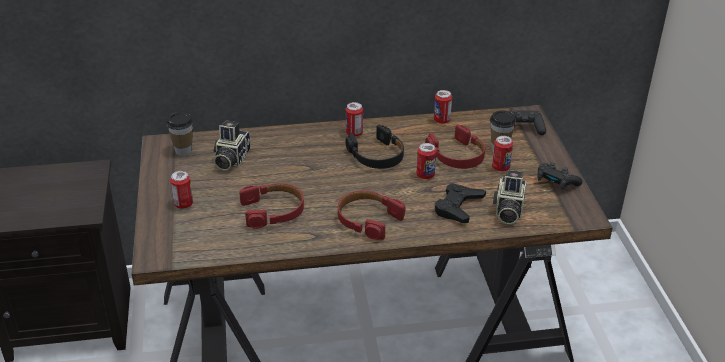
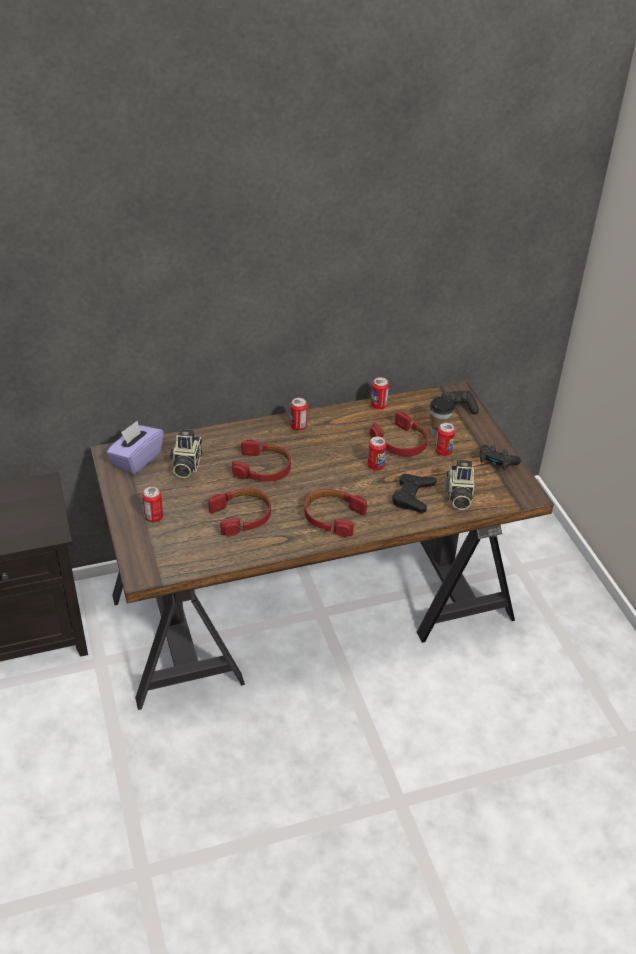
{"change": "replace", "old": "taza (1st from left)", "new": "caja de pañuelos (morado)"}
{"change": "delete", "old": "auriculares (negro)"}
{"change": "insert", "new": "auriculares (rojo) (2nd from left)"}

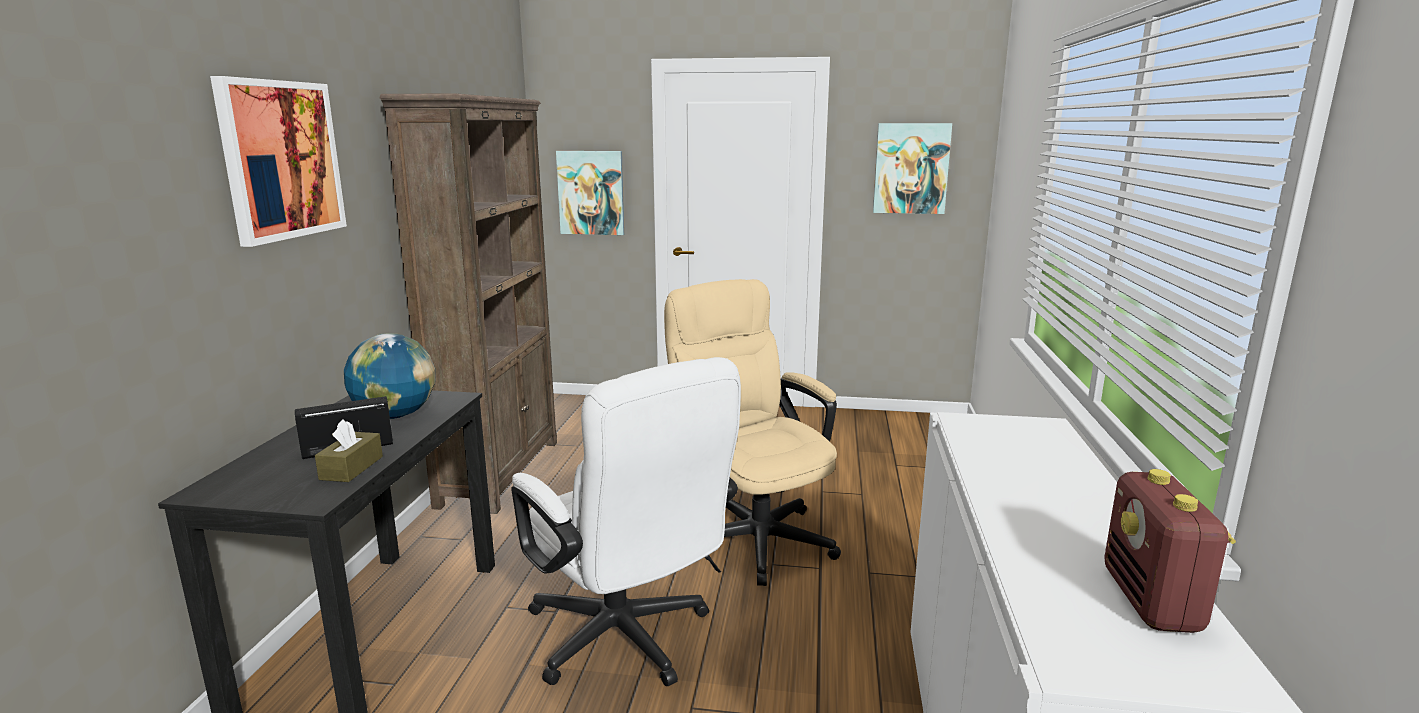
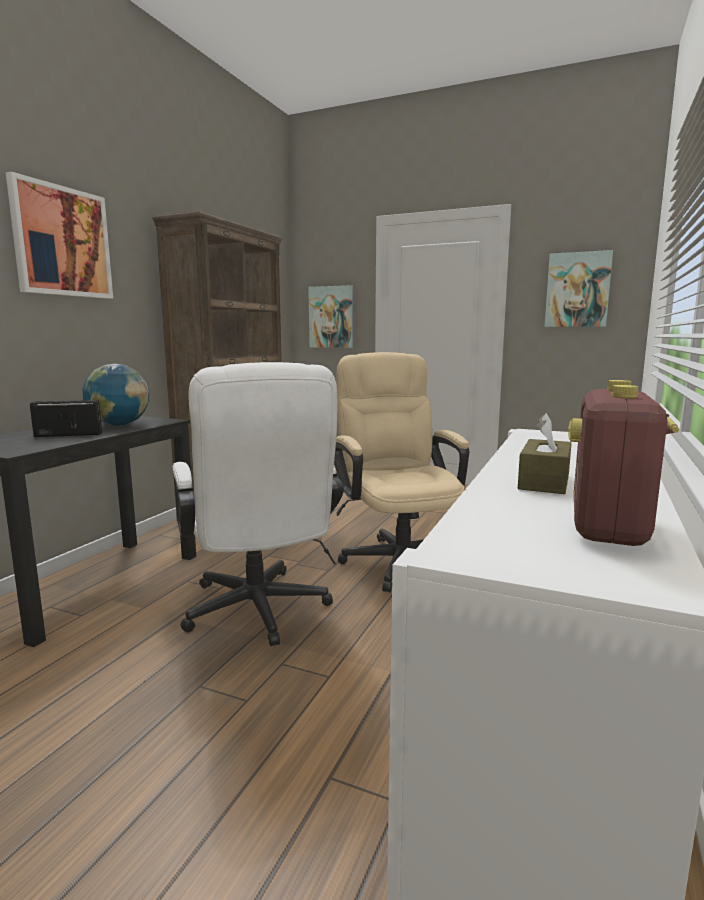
{"change": "move", "old": "caja de pañuelos (marrón)"}

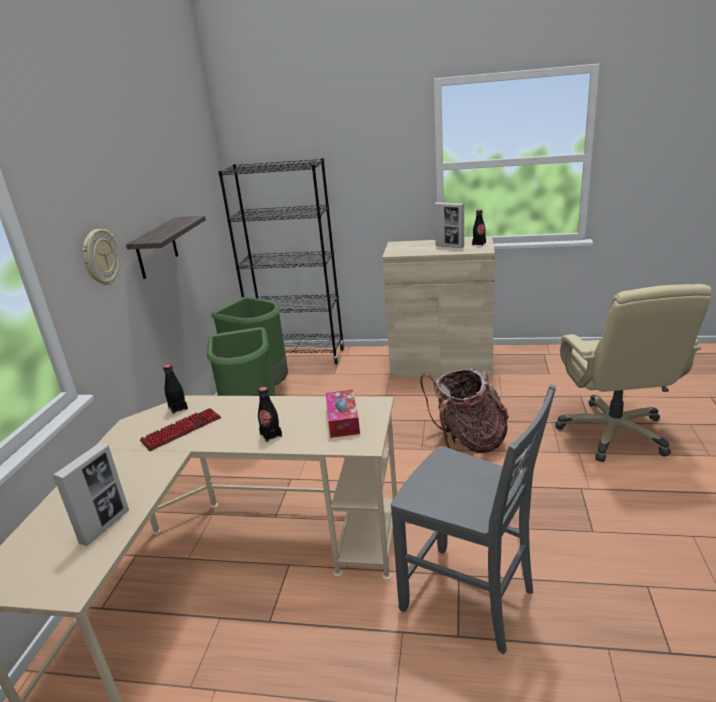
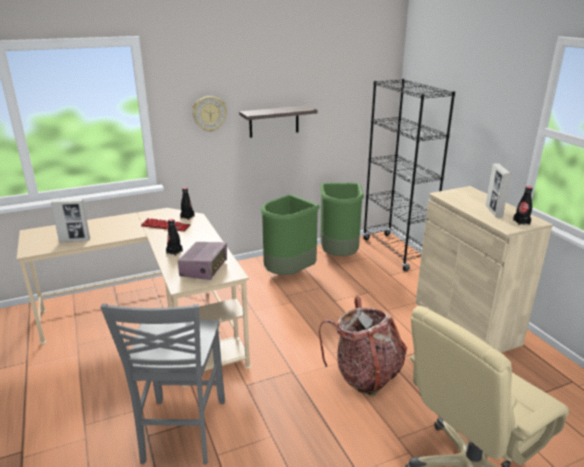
{"change": "replace", "old": "caja de pañuelos", "new": "radio"}

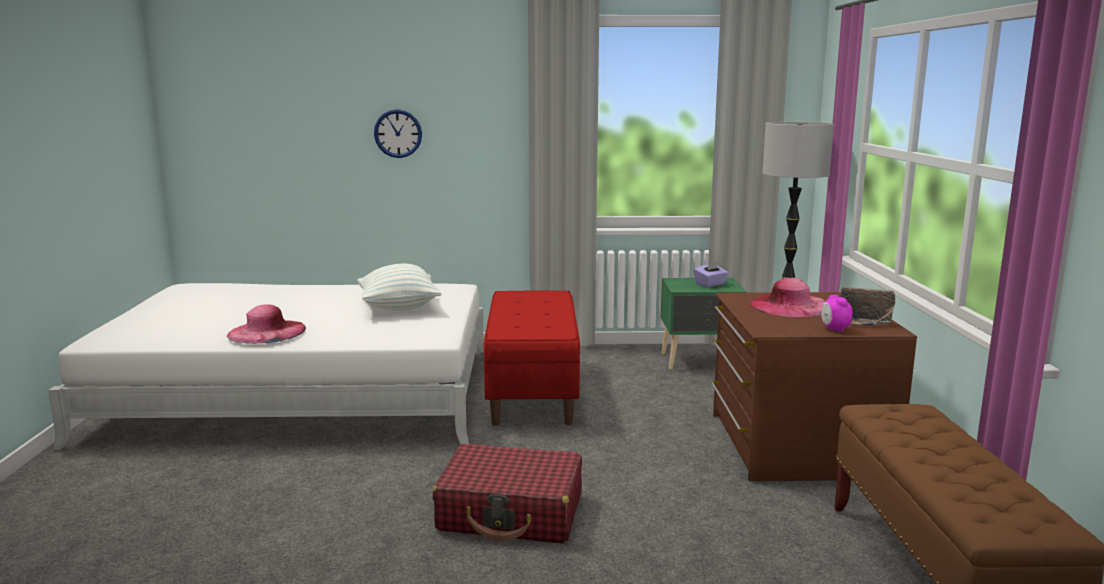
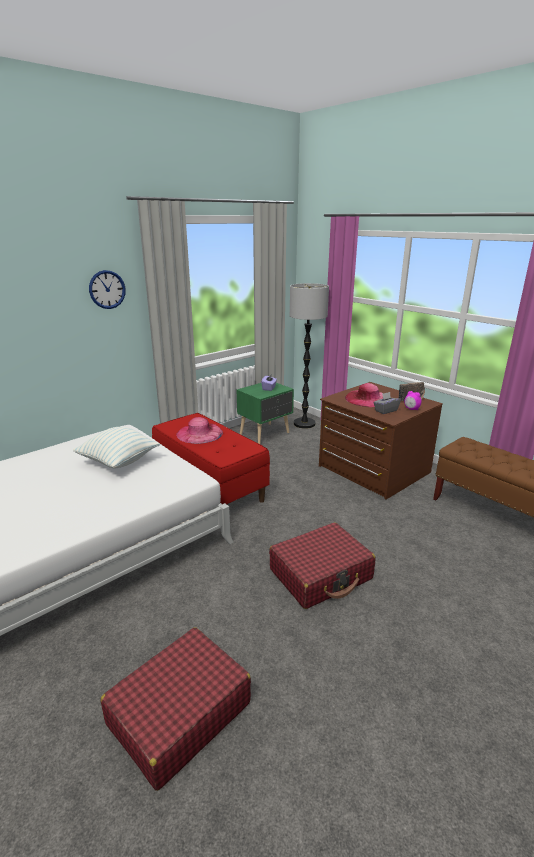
{"change": "move", "old": "sombrero (rosa) (1st from left)"}
{"change": "move", "old": "reloj de pared"}
{"change": "insert", "new": "maleta (rojo) (1st from left)"}
{"change": "insert", "new": "caja de pañuelos (gris)"}

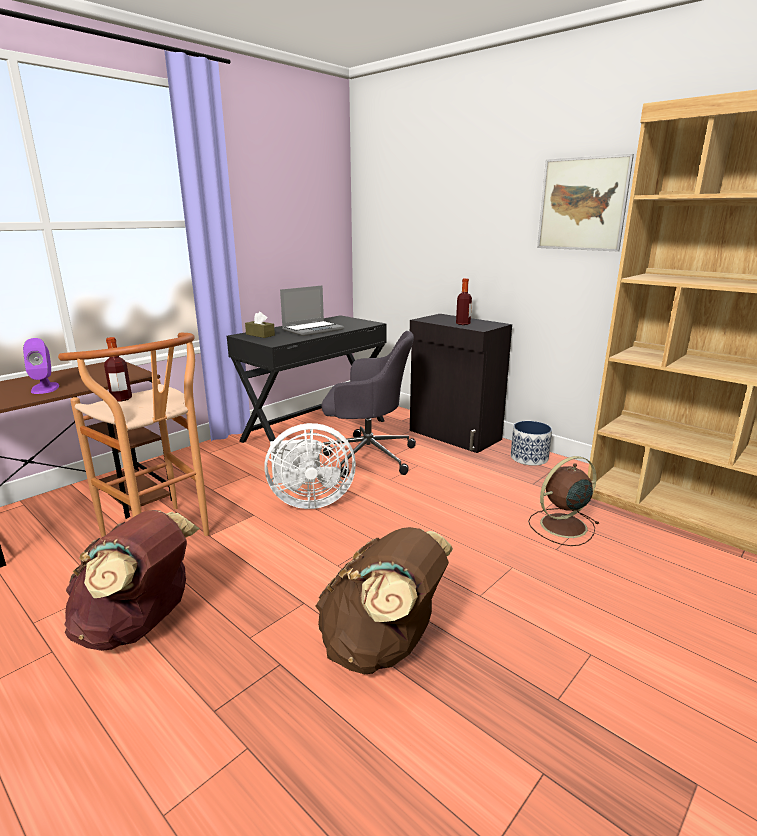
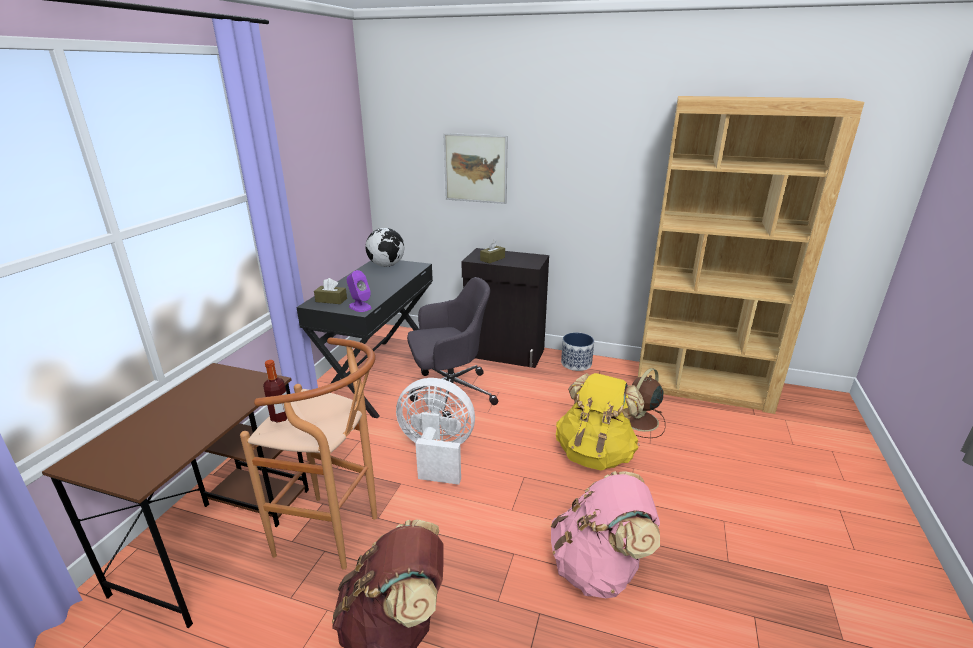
{"change": "move", "old": "altavoz (morado)"}
{"change": "rotate", "old": "ventilador (blanco)", "degrees": -135}
{"change": "delete", "old": "portátil"}
{"change": "recolor", "old": "mochila (marrón) (2nd from left)", "new": "mochila (rosa)"}
{"change": "delete", "old": "botella (2nd from left)"}
{"change": "move", "old": "cuadro"}
{"change": "insert", "new": "globo terráqueo"}
{"change": "insert", "new": "caja de pañuelos (marrón) (2nd from left)"}
{"change": "insert", "new": "mochila (amarillo)"}

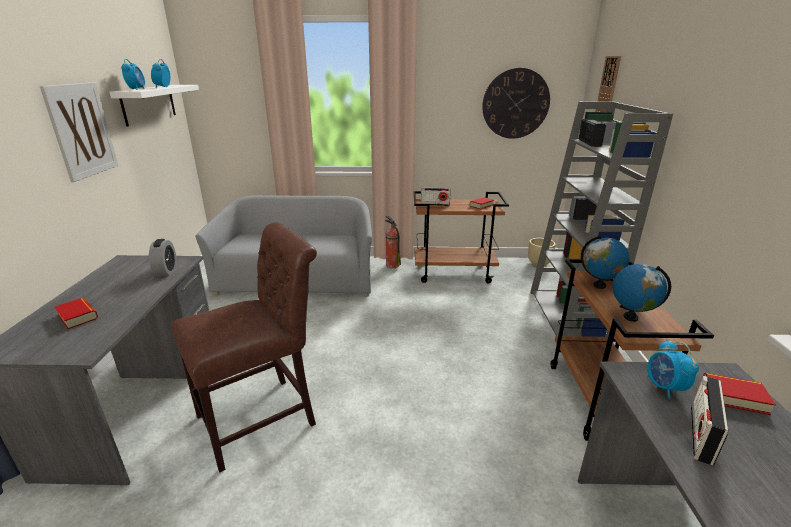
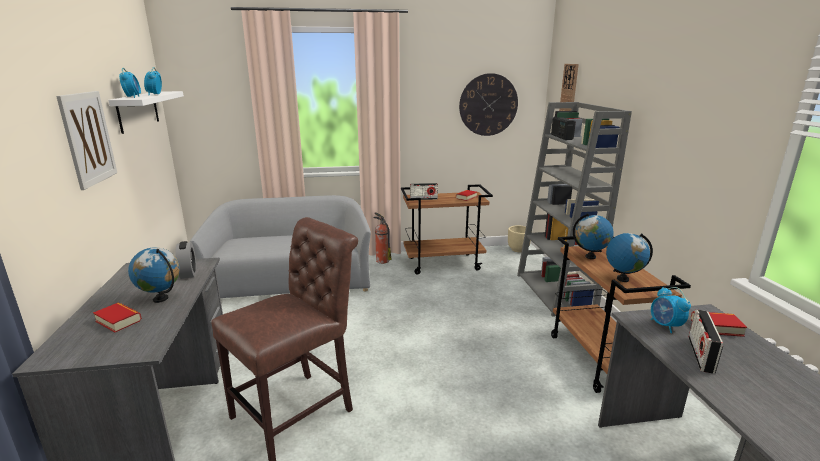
{"change": "insert", "new": "globo terráqueo (1st from left)"}

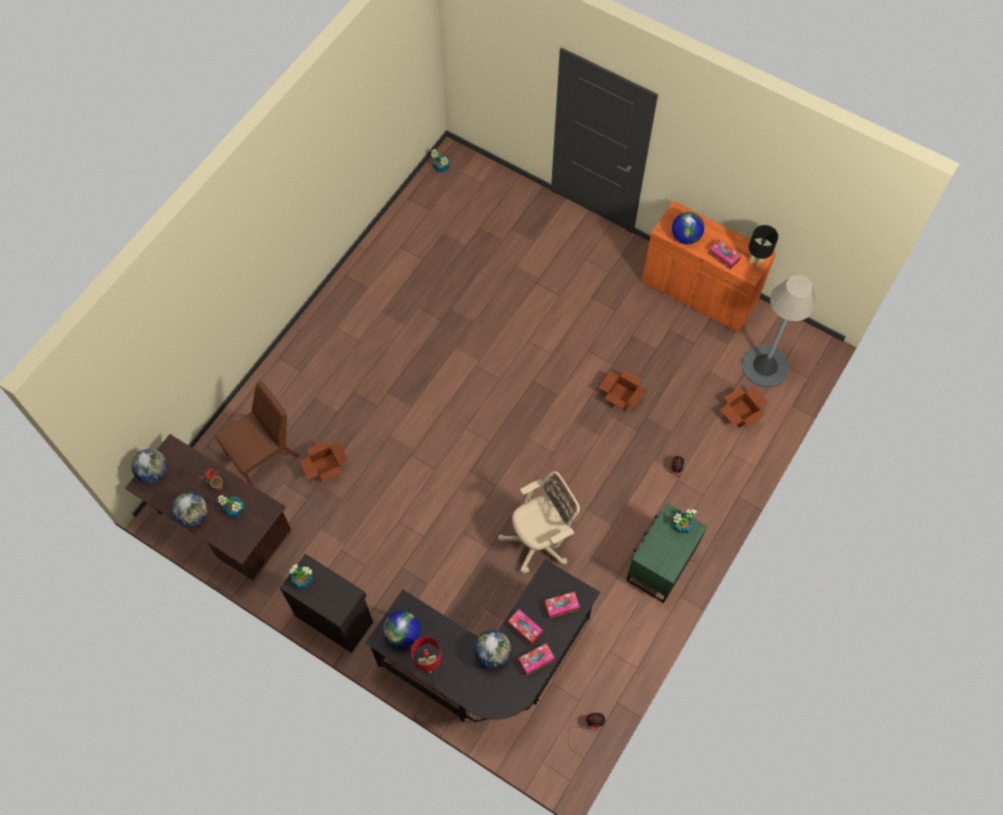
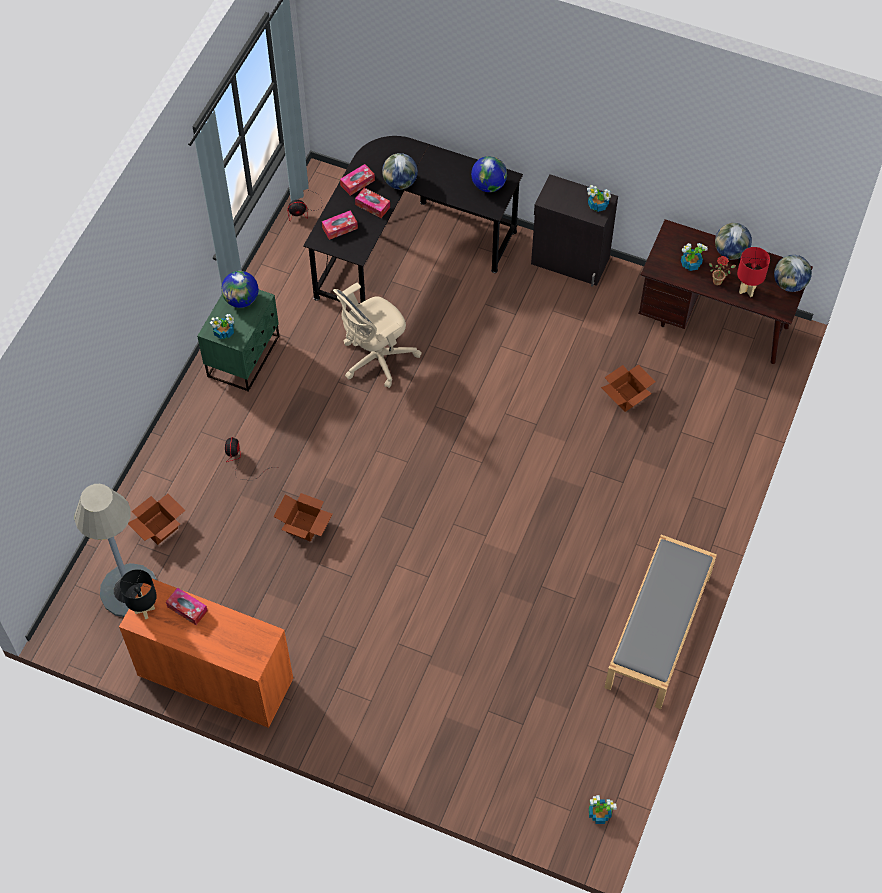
{"change": "delete", "old": "silla (marrón)"}
{"change": "move", "old": "lámpara de mesa (rojo)"}
{"change": "move", "old": "globo terráqueo (5th from left in the first image)", "new": "globo terráqueo (1st from left)"}
{"change": "insert", "new": "banco (gris)"}

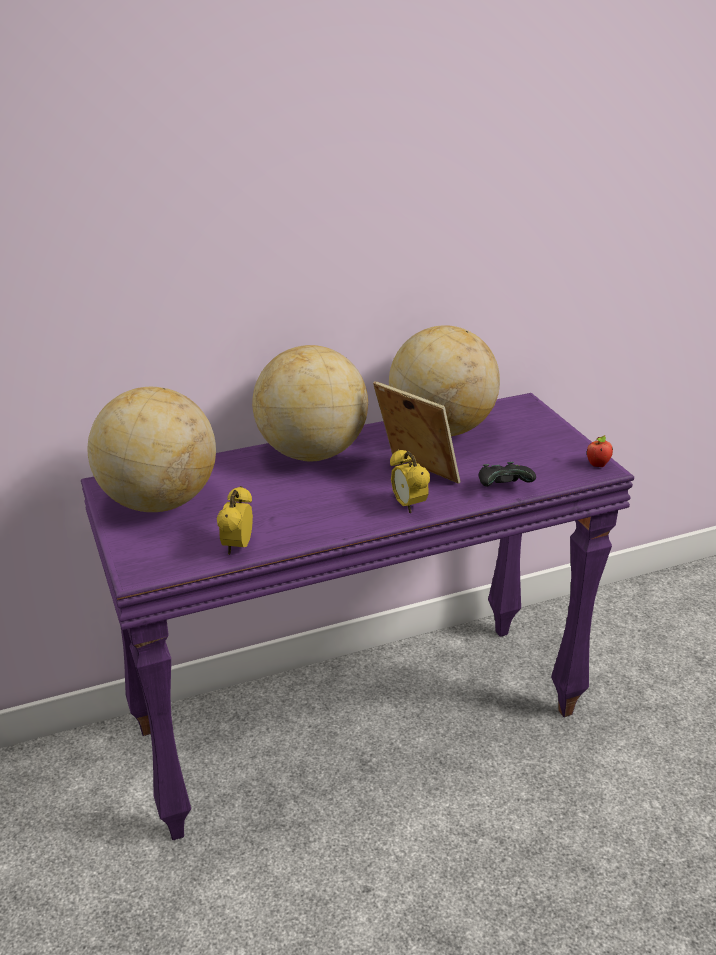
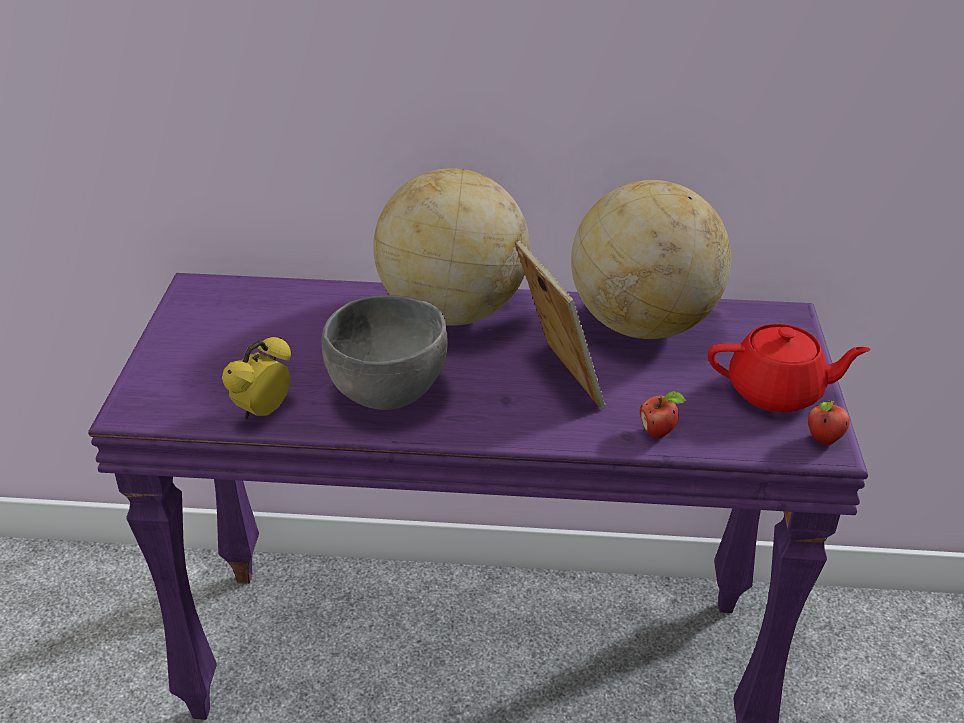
{"change": "delete", "old": "globo terráqueo (1st from left)"}
{"change": "delete", "old": "despertador (2nd from left)"}
{"change": "replace", "old": "mando de consola (negro)", "new": "manzana (1st from left)"}
{"change": "insert", "new": "cuenco (gris)"}
{"change": "insert", "new": "tetera (rojo)"}

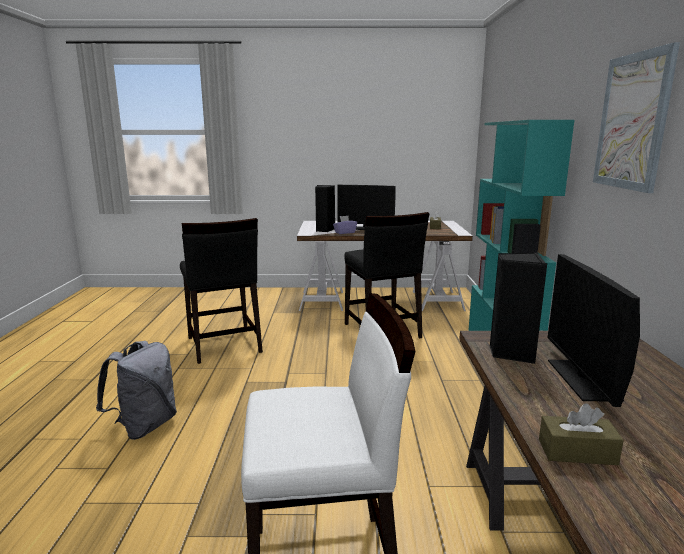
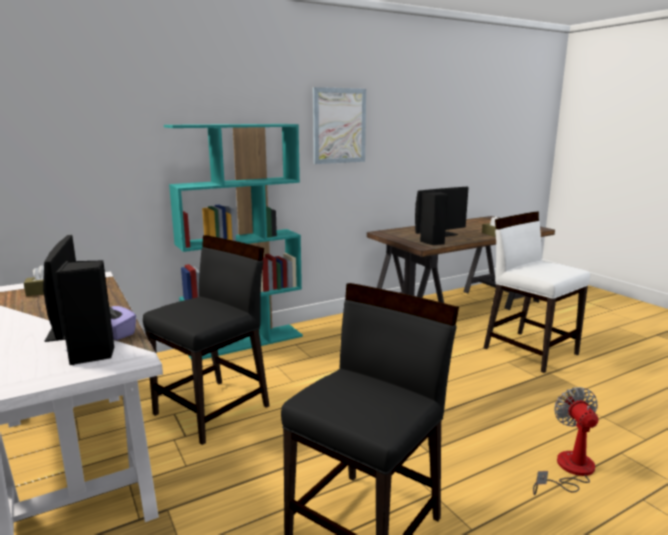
{"change": "replace", "old": "mochila (gris)", "new": "ventilador"}

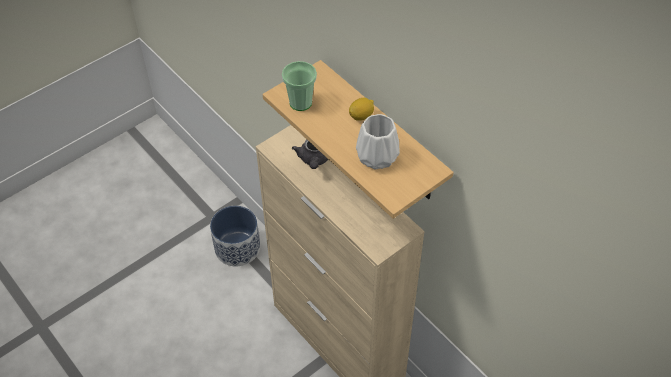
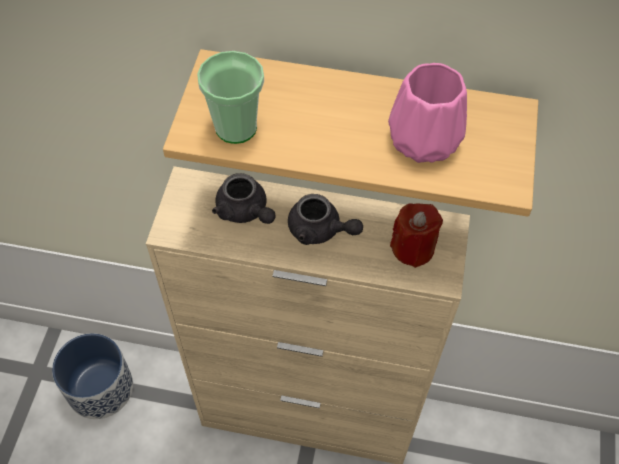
{"change": "delete", "old": "limón"}
{"change": "recolor", "old": "florero (blanco)", "new": "florero (rosa)"}
{"change": "insert", "new": "tetera (gris) (2nd from left)"}
{"change": "insert", "new": "vela (rojo)"}

